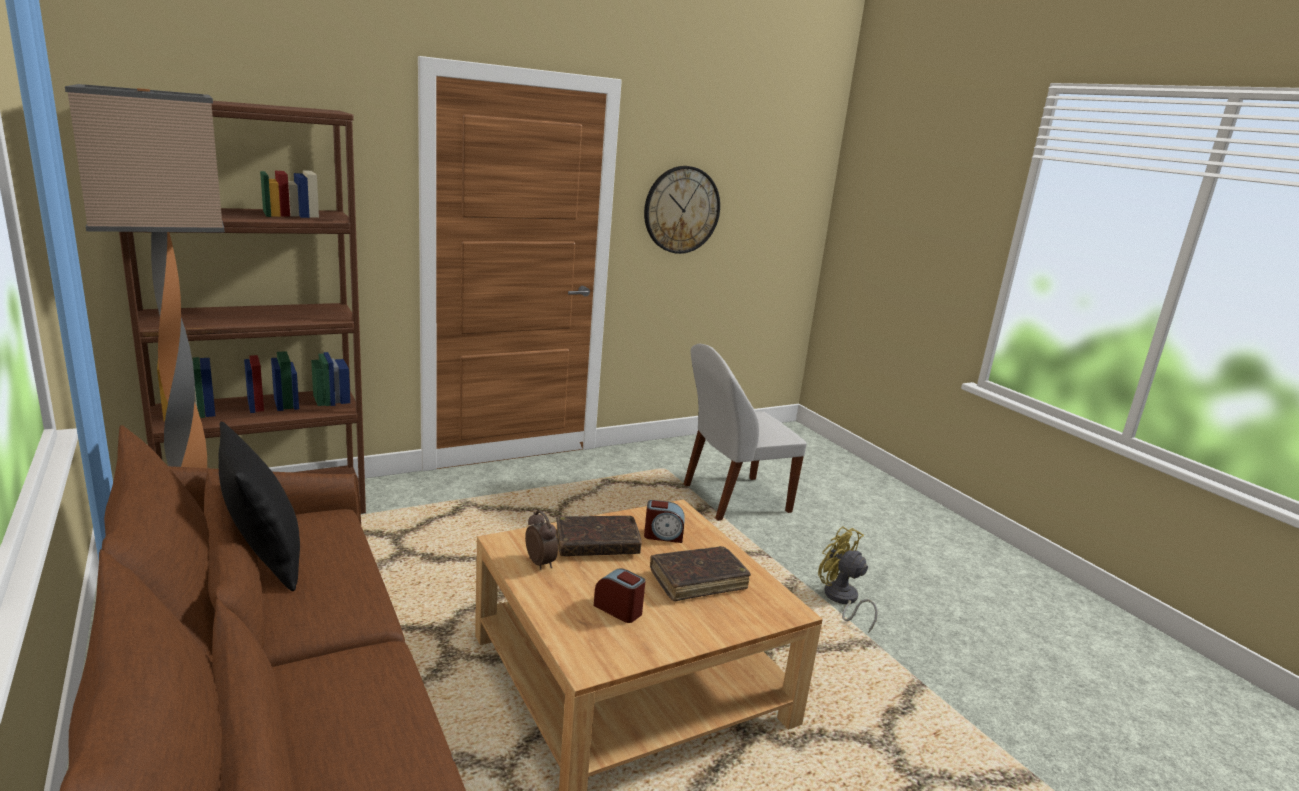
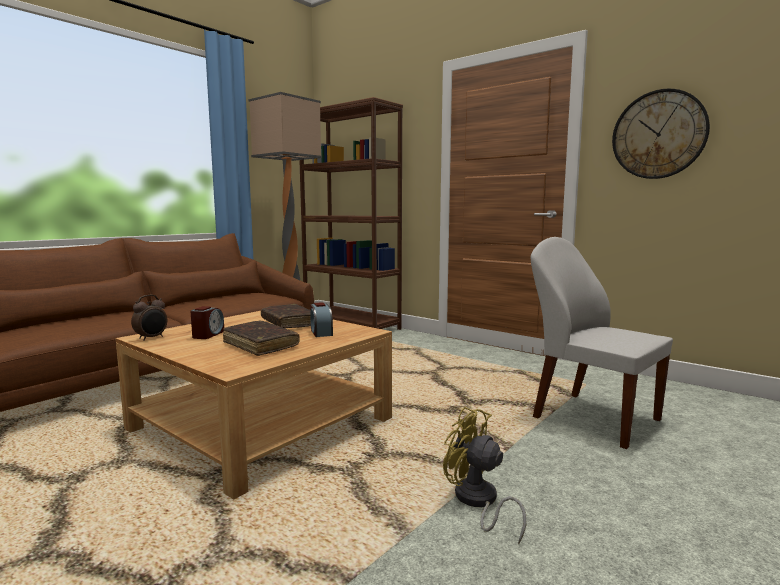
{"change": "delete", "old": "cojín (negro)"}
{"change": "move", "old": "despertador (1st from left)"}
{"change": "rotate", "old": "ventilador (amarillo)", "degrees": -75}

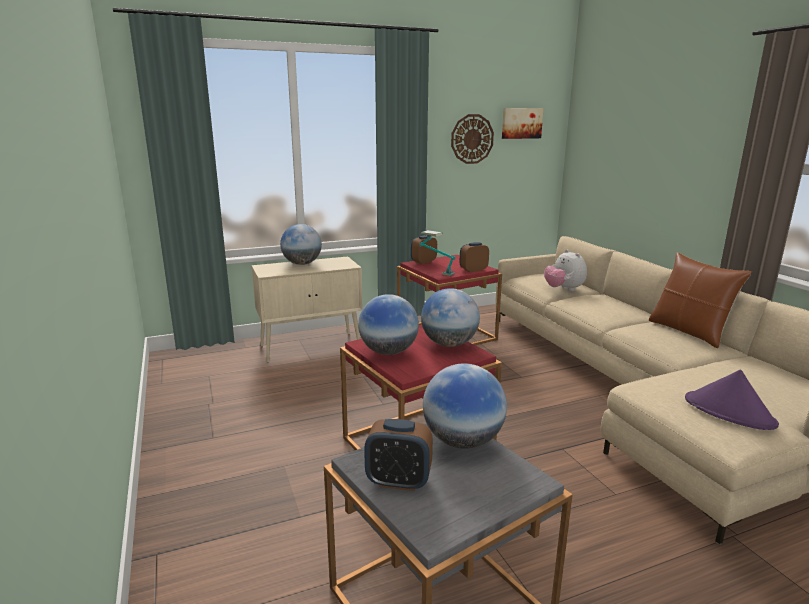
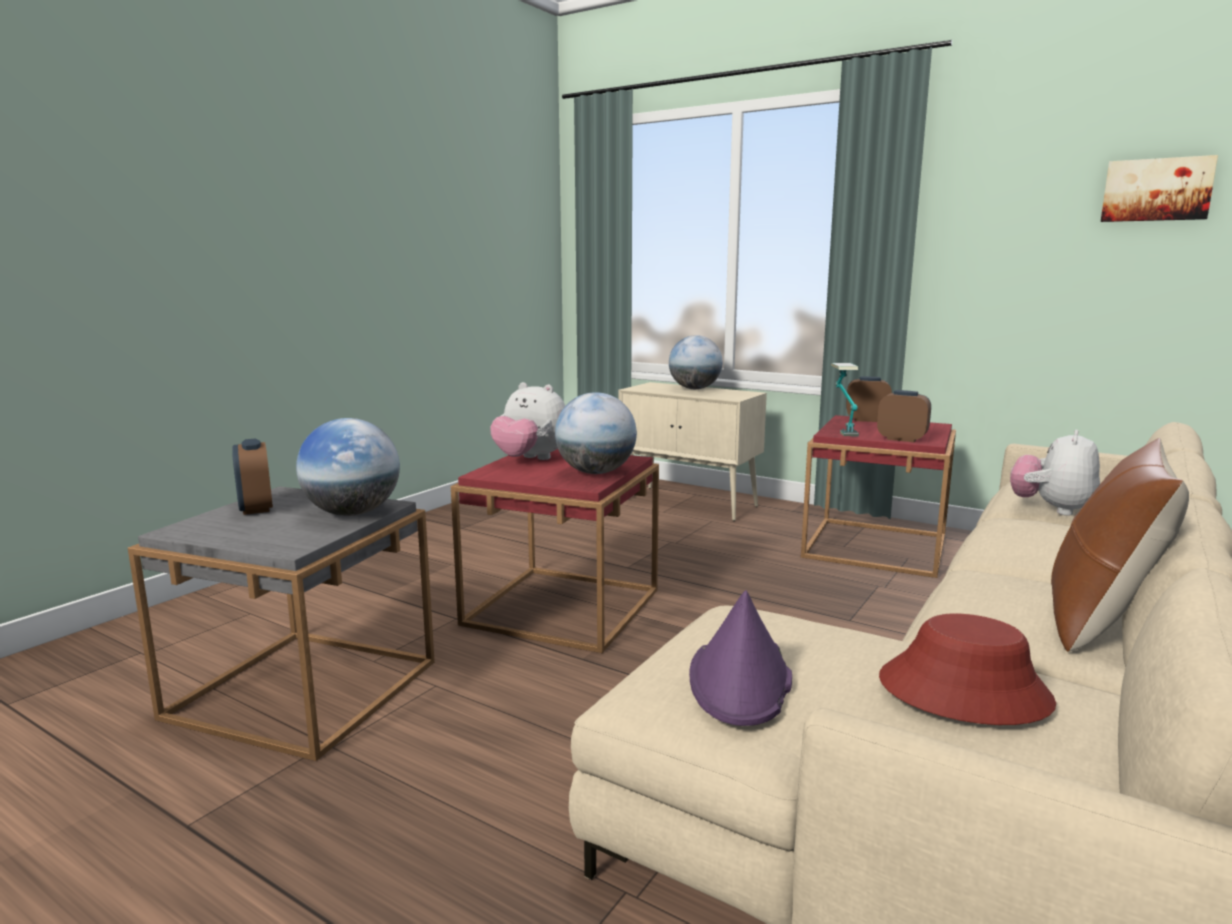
{"change": "replace", "old": "globo terráqueo (2nd from left)", "new": "peluche (1st from left)"}
{"change": "delete", "old": "reloj de pared"}
{"change": "insert", "new": "sombrero (rojo)"}

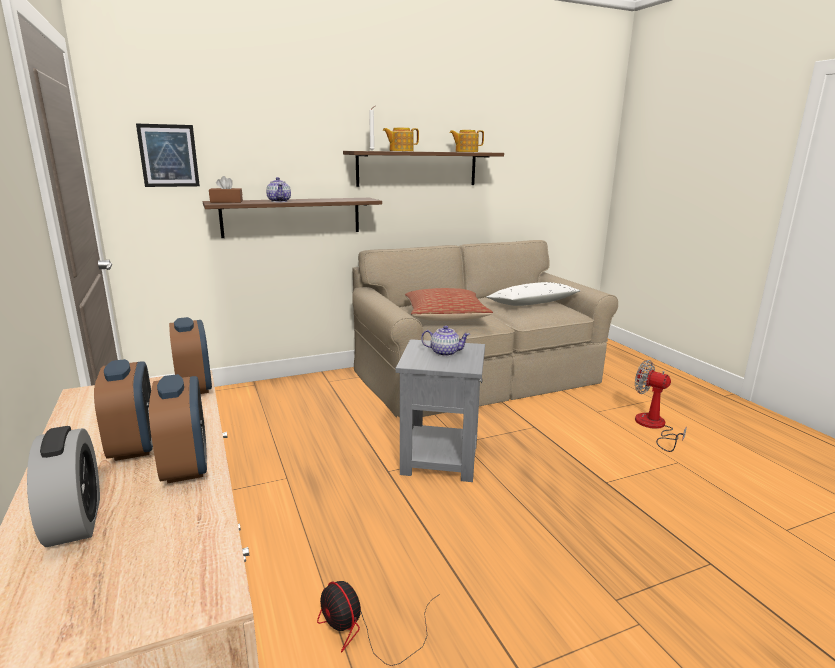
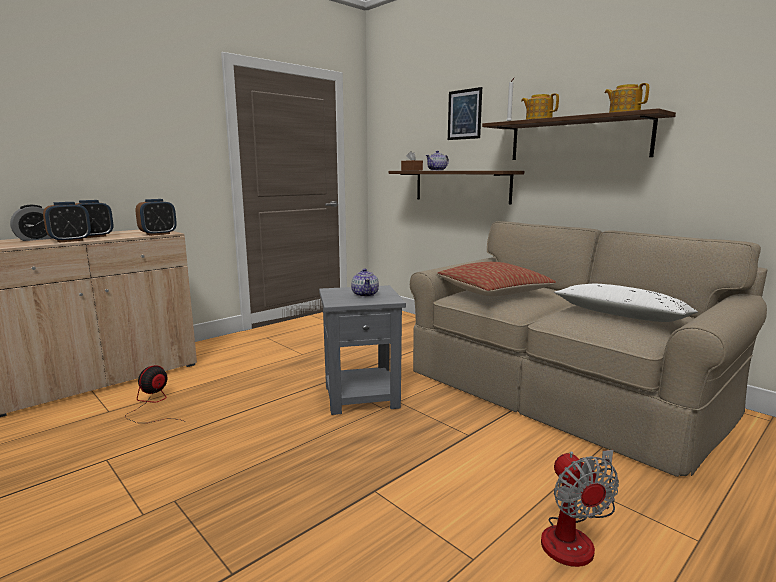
{"change": "move", "old": "cuadro"}
{"change": "rotate", "old": "ventilador (2nd from left)", "degrees": 150}

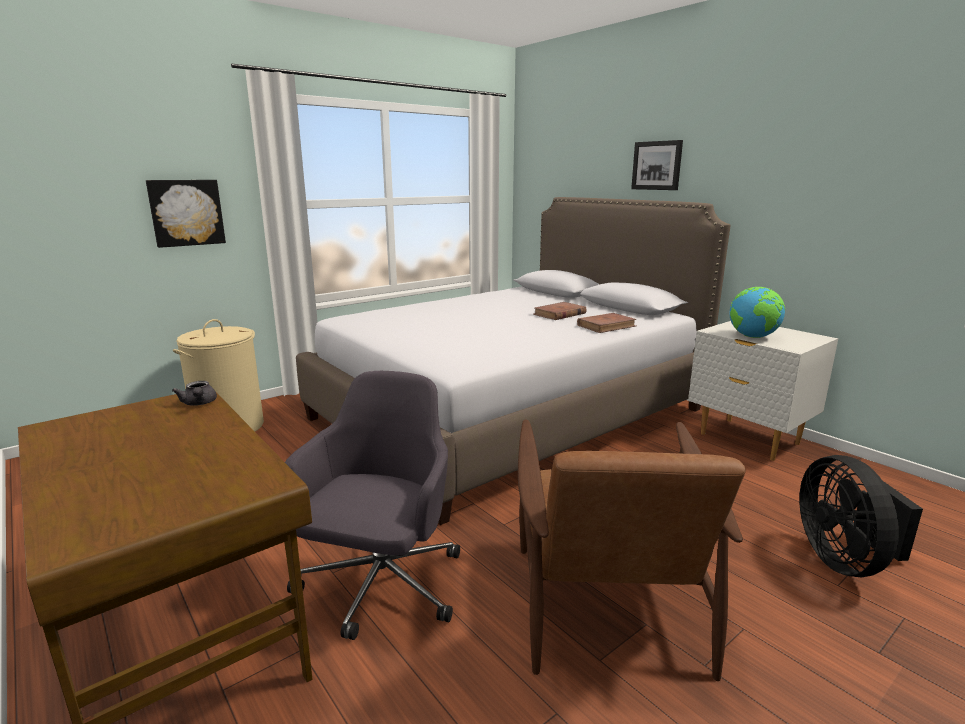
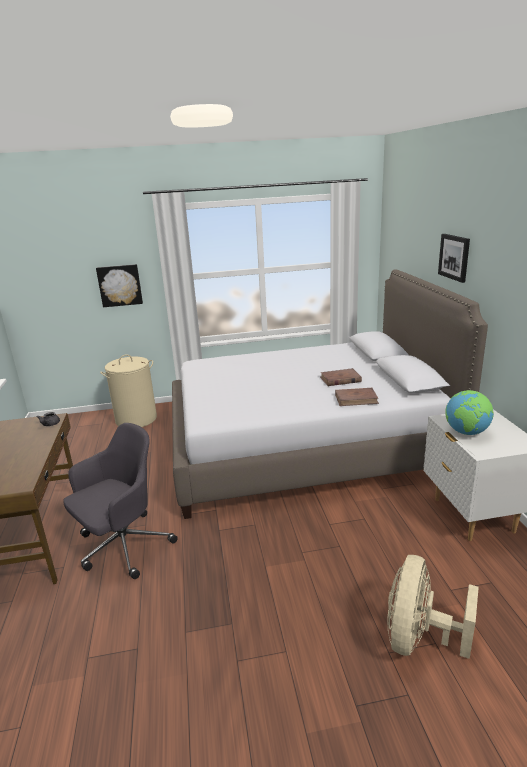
{"change": "delete", "old": "sillón (marrón)"}
{"change": "recolor", "old": "ventilador (negro)", "new": "ventilador (beis)"}

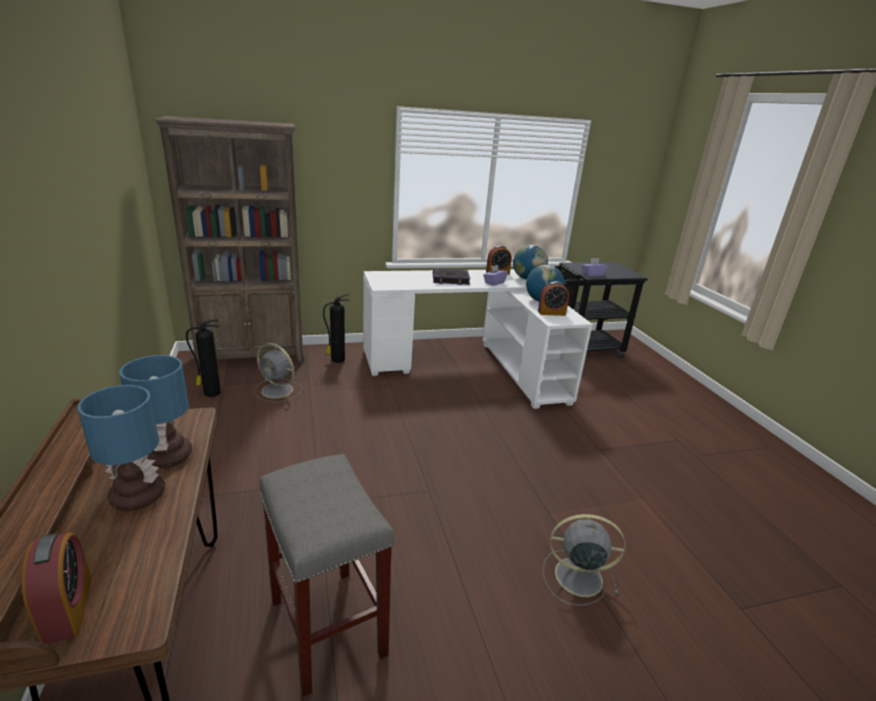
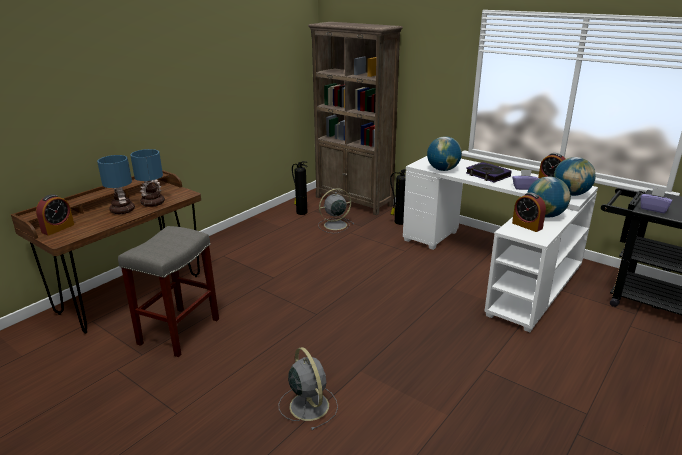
{"change": "rotate", "old": "ventilador (gris) (1st from left in the first image)", "degrees": 75}
{"change": "insert", "new": "globo terráqueo (1st from left)"}

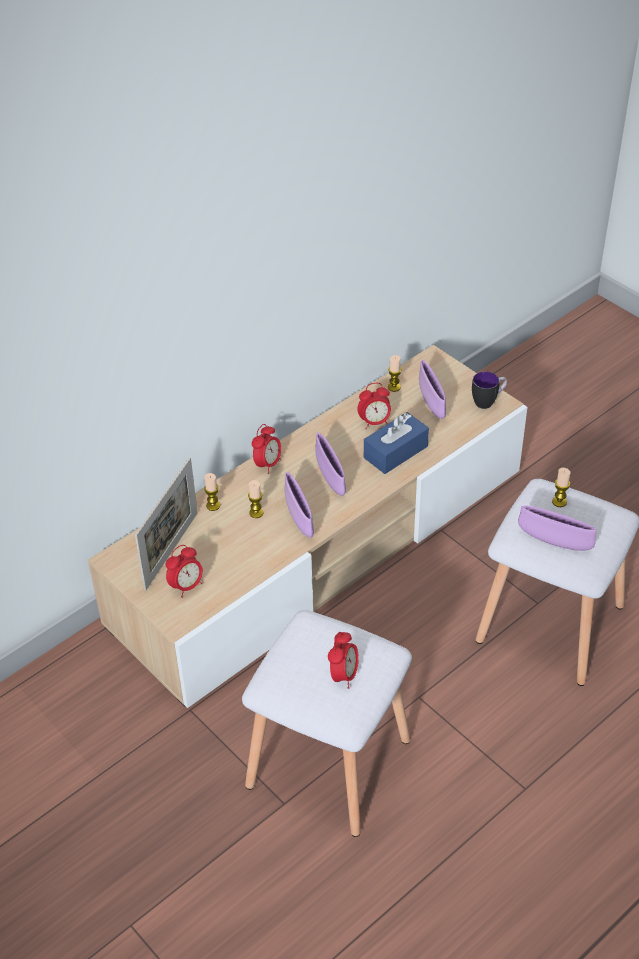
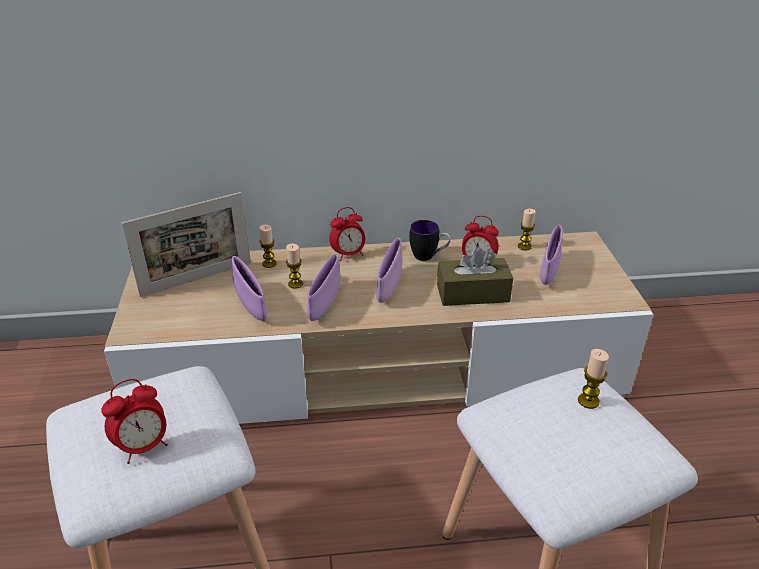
{"change": "delete", "old": "despertador (1st from left)"}
{"change": "recolor", "old": "caja de pañuelos (azul)", "new": "caja de pañuelos (marrón)"}
{"change": "move", "old": "taza grande"}
{"change": "move", "old": "cuenco (morado) (4th from left in the first image)", "new": "cuenco (morado) (1st from left)"}

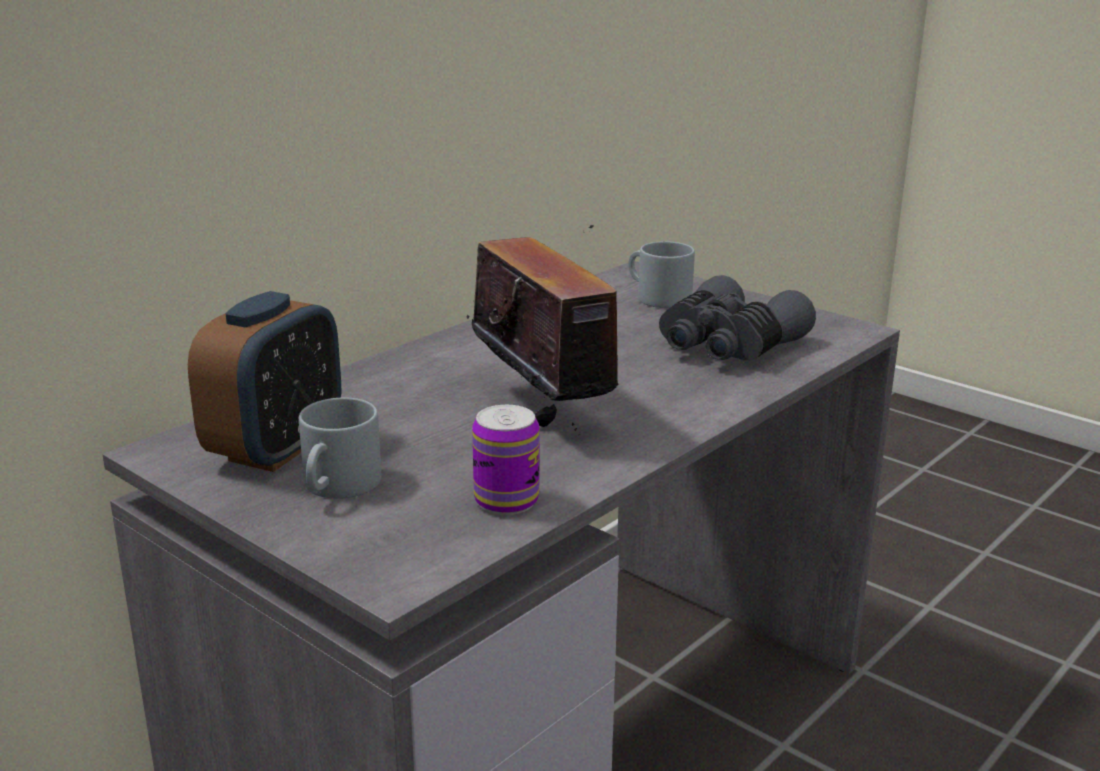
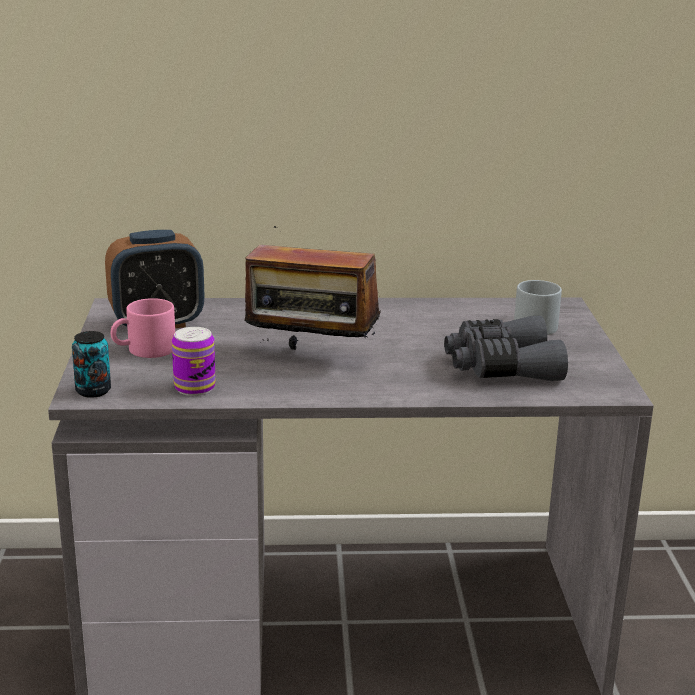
{"change": "recolor", "old": "taza grande (gris) (1st from left)", "new": "taza grande (rosa)"}
{"change": "rotate", "old": "radio", "degrees": 90}
{"change": "insert", "new": "lata (1st from left)"}

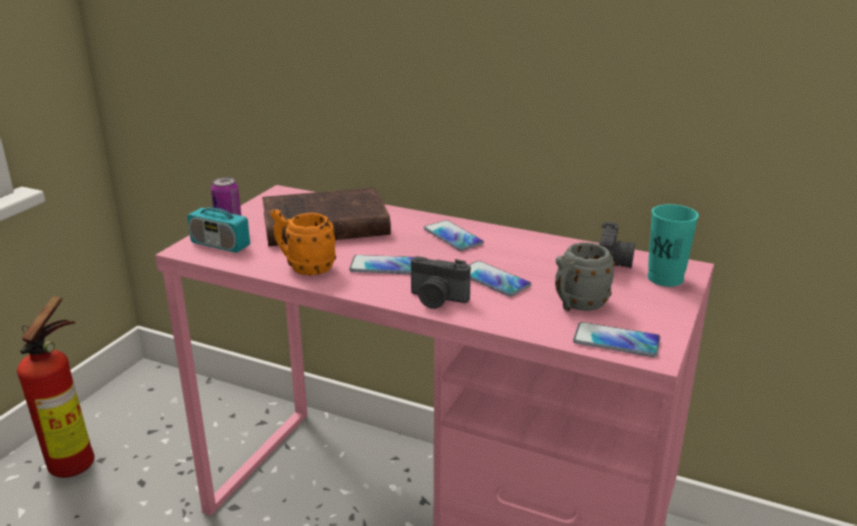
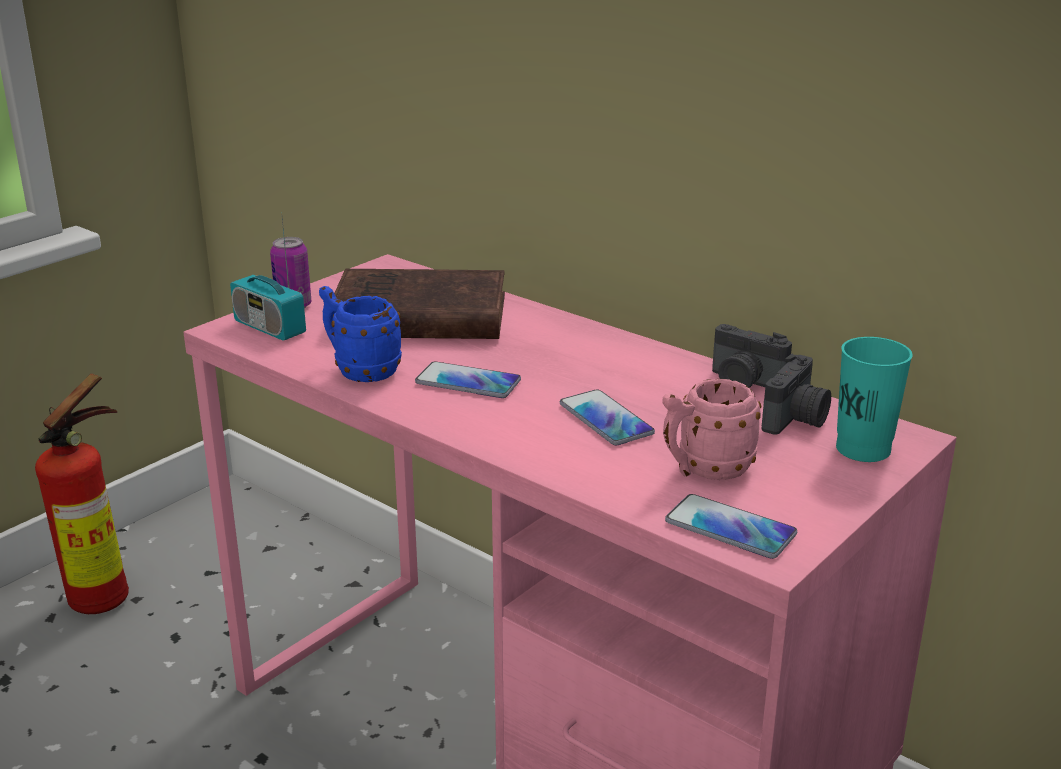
{"change": "recolor", "old": "taza grande (naranja)", "new": "taza grande (azul)"}
{"change": "move", "old": "cámara (1st from left)"}
{"change": "delete", "old": "móvil (2nd from left)"}
{"change": "recolor", "old": "taza grande (gris)", "new": "taza grande (rosa)"}

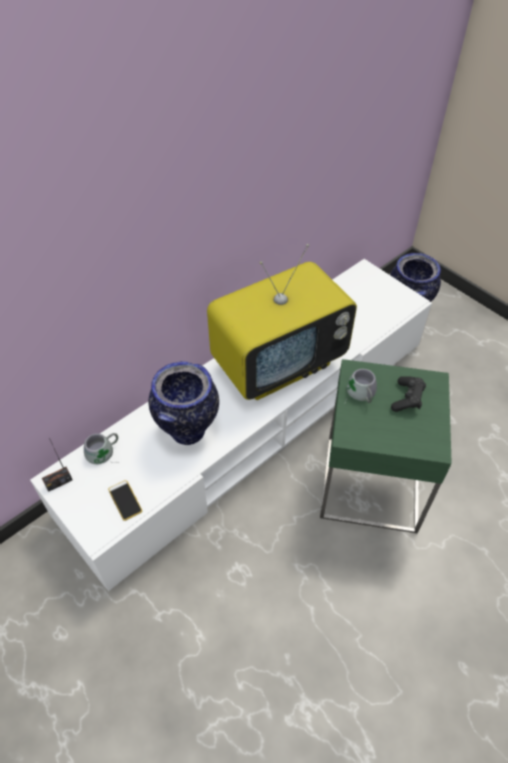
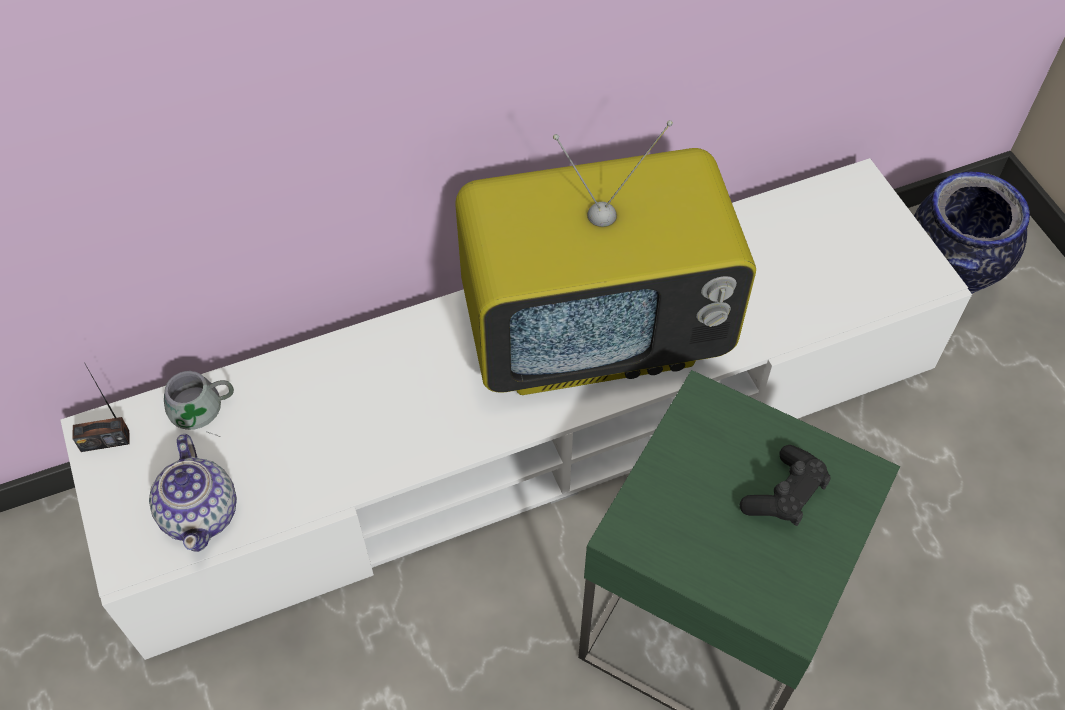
{"change": "replace", "old": "móvil", "new": "tetera"}
{"change": "delete", "old": "florero (1st from left)"}
{"change": "delete", "old": "taza grande (gris) (2nd from left)"}

